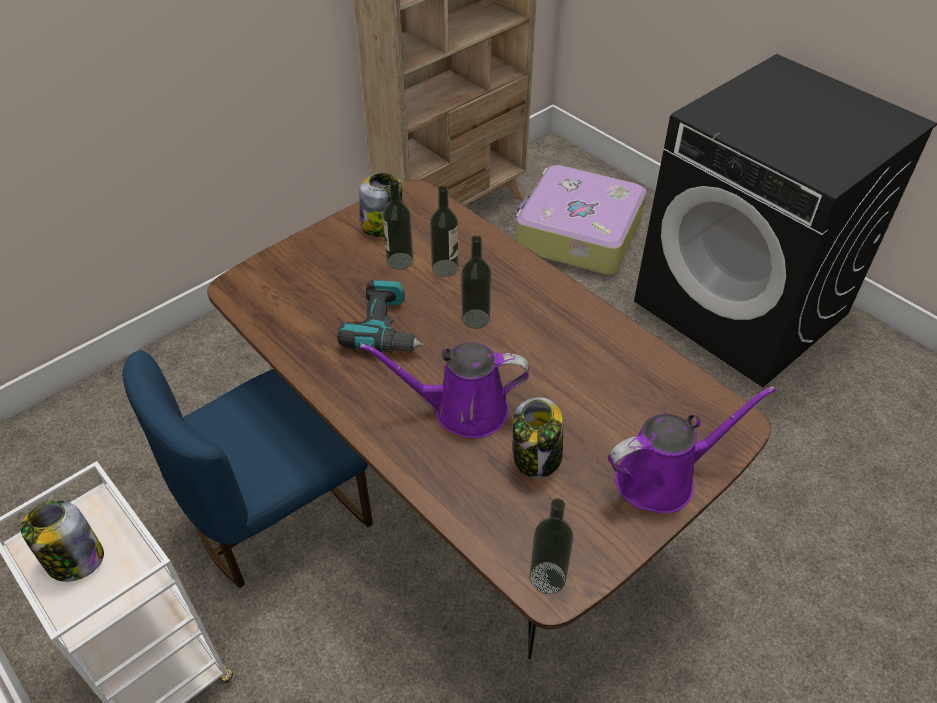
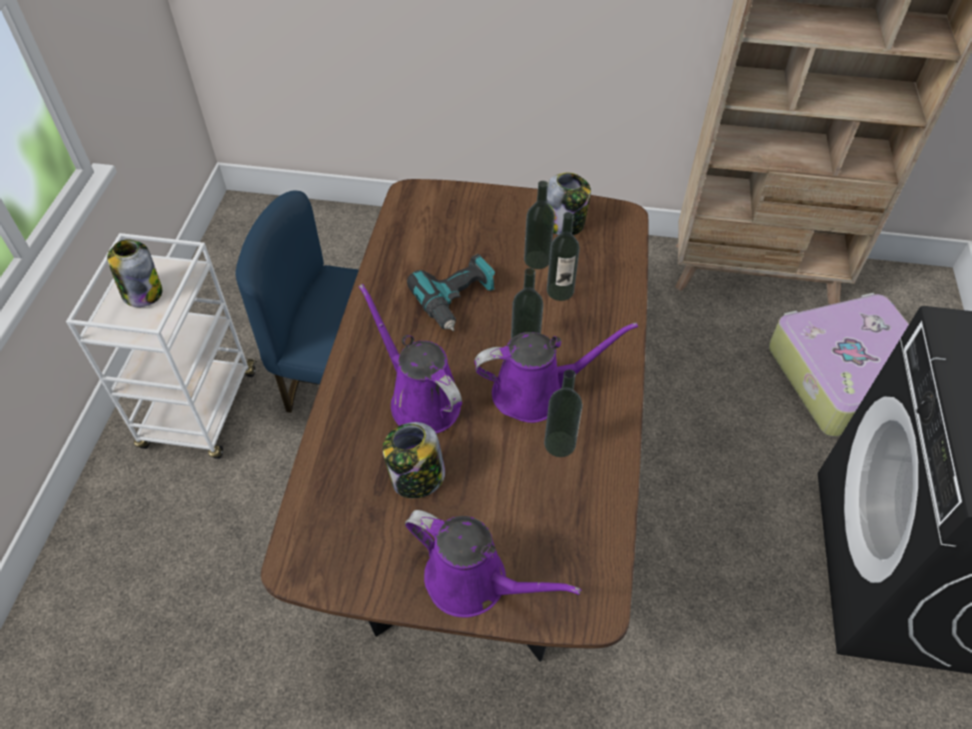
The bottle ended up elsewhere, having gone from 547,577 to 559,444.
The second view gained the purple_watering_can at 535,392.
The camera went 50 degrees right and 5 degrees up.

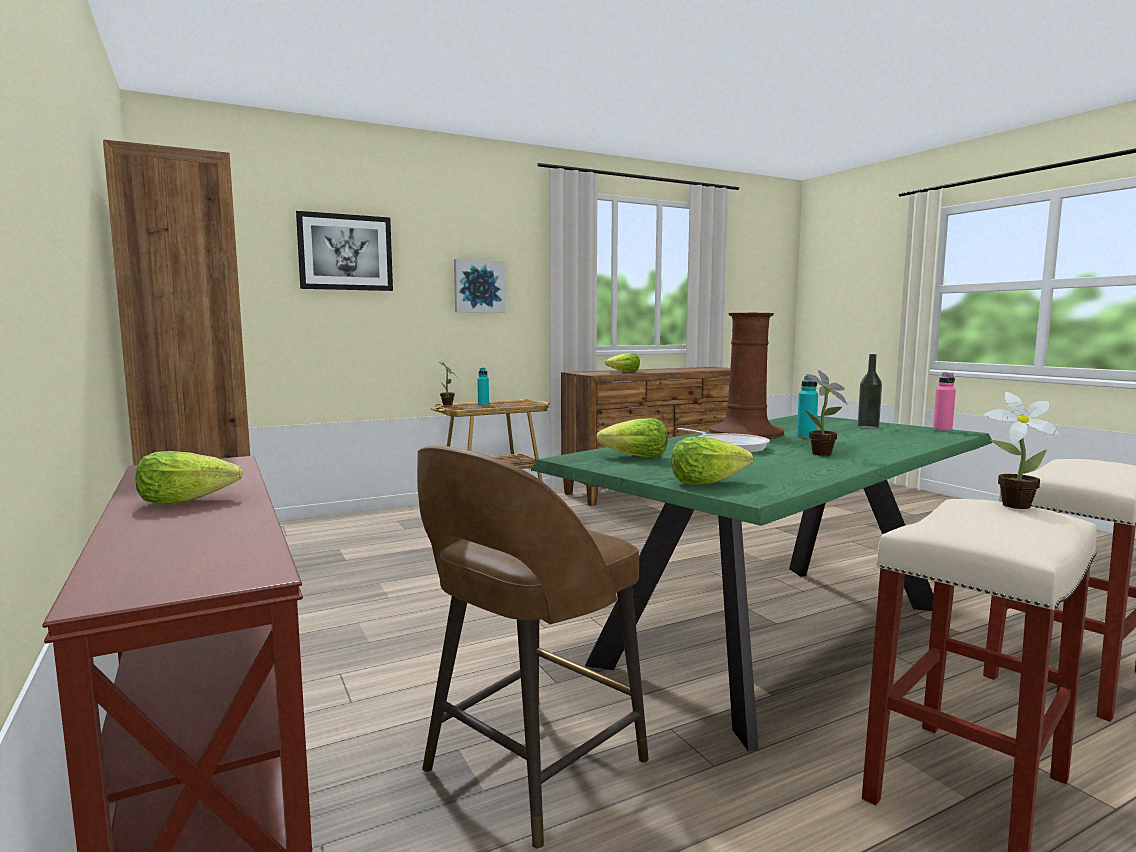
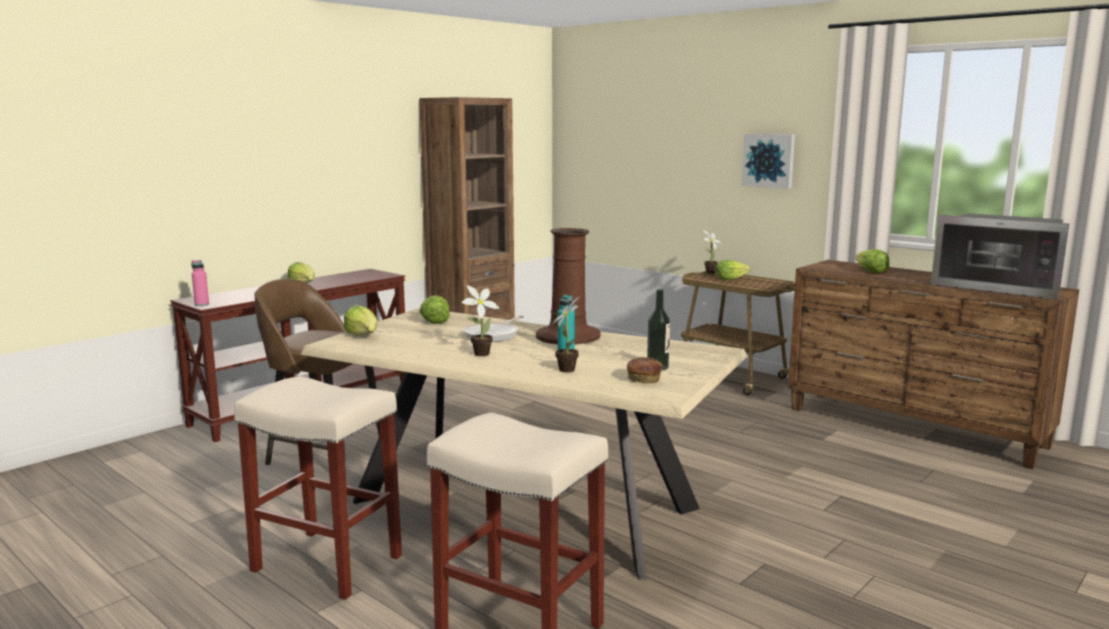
The second view lost the picture at 345,252.
Where the turquoise_bottle stood at 483,405, the lettuce came to stand at 730,279.
What was the green_dining_table at 778,635 turned into the beige_dining_table at 524,505.
The pink_bottle ended up elsewhere, having gone from 942,430 to 202,304.
The potted_plant ended up elsewhere, having gone from 1010,505 to 567,369.
The second view gained the bread at 643,379.
The second view gained the microwave at 998,287.
The camera went 70 degrees right and 5 degrees up.

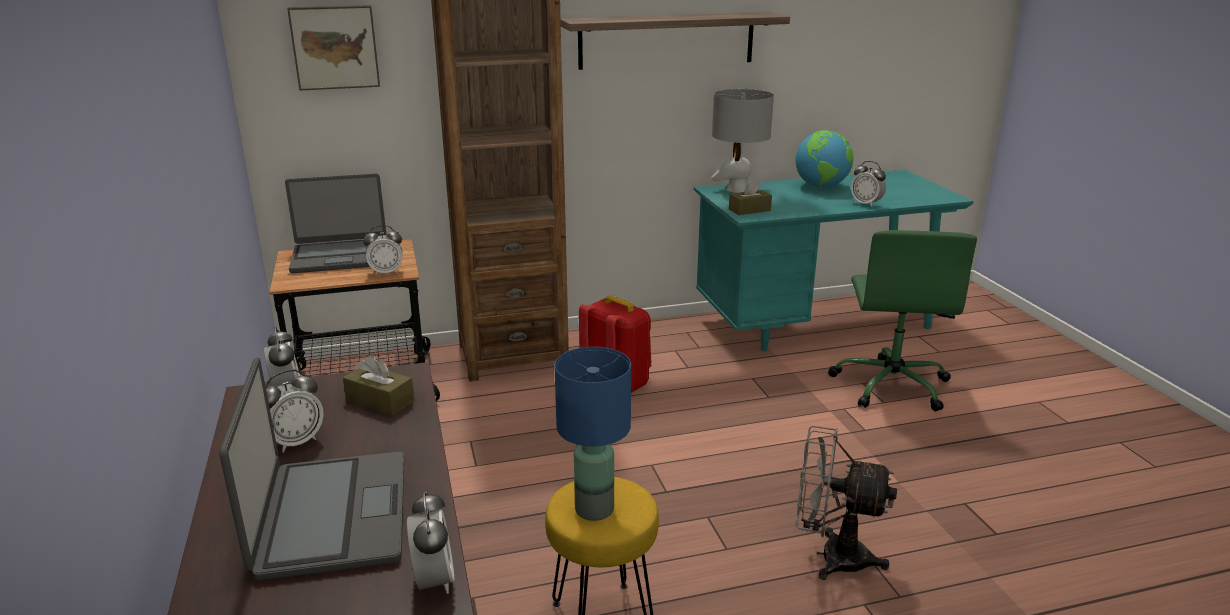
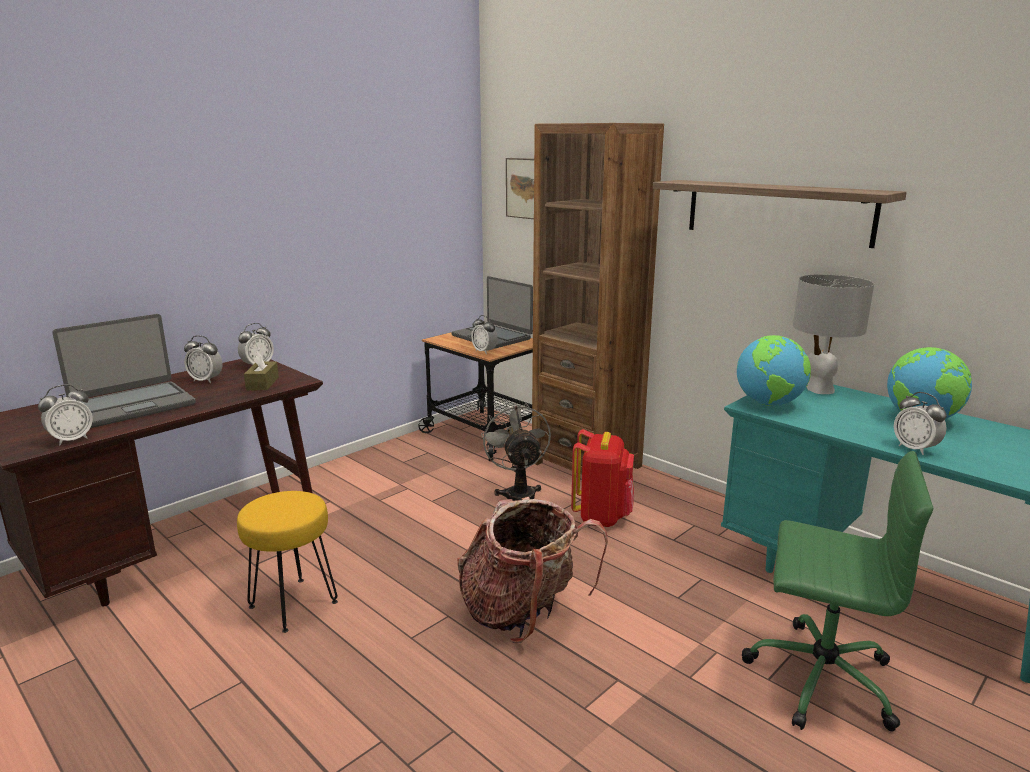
The second view lost the blue_table_lamp at 595,509.
Where the brown_tissue_box stood at 749,210, the globe came to stand at 769,404.
The grey_fan ended up elsewhere, having gone from 831,556 to 518,494.
The green_office_chair at 891,385 ended up facing another way, 135 degrees counterclockwise from before.
The alarm_clock at 866,204 ended up facing another way, 45 degrees counterclockwise from before.
The second view gained the backpack at 523,613.
The camera went 60 degrees right and 5 degrees down.

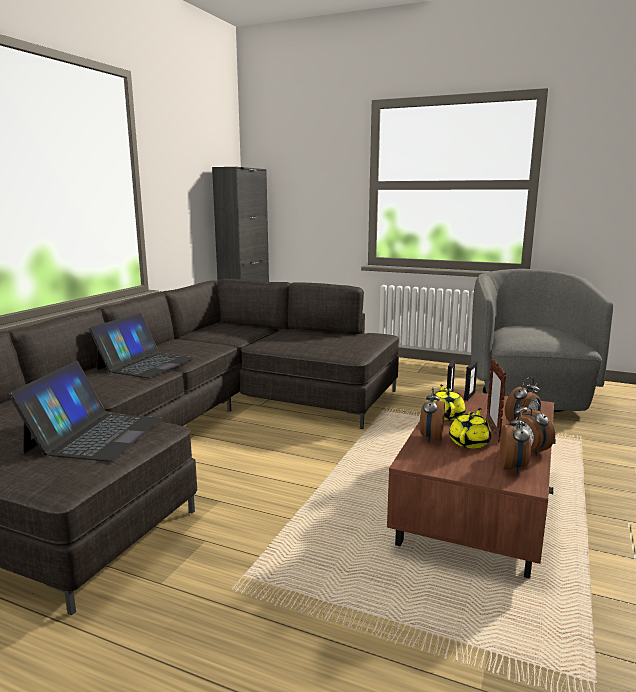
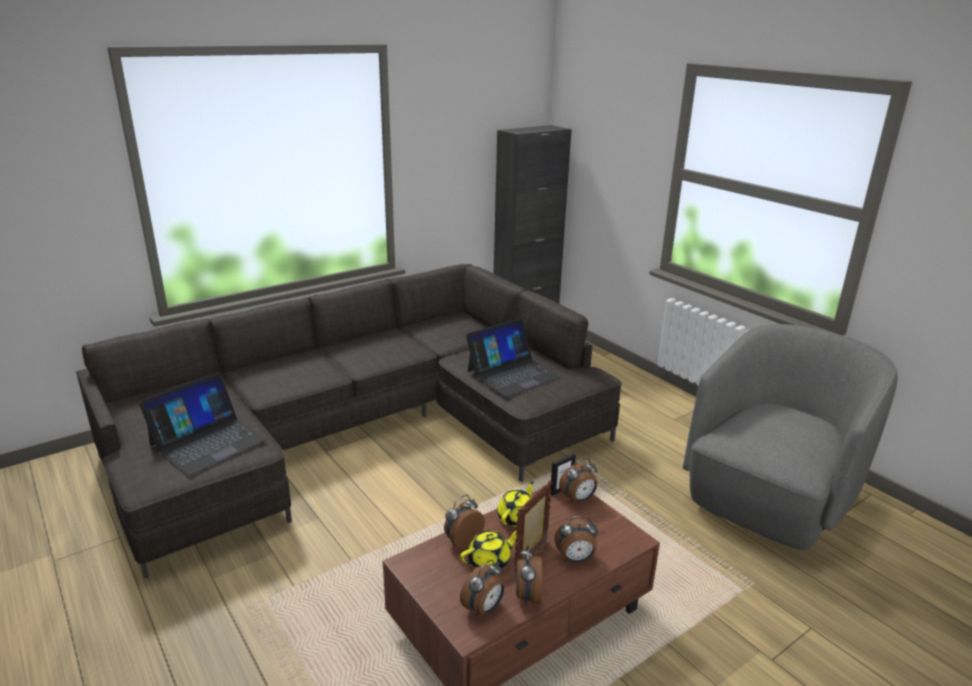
The laptop ended up elsewhere, having gone from 146,364 to 512,374.
Where the picture_frame stood at 469,396, the alarm_clock came to stand at 578,499.
The camera went 30 degrees right and 10 degrees up.

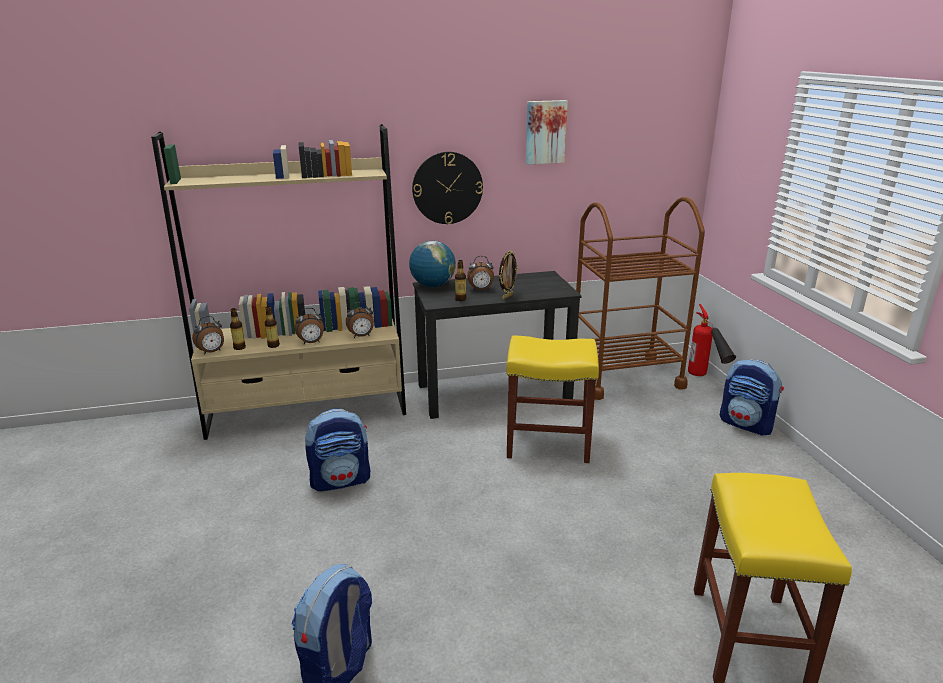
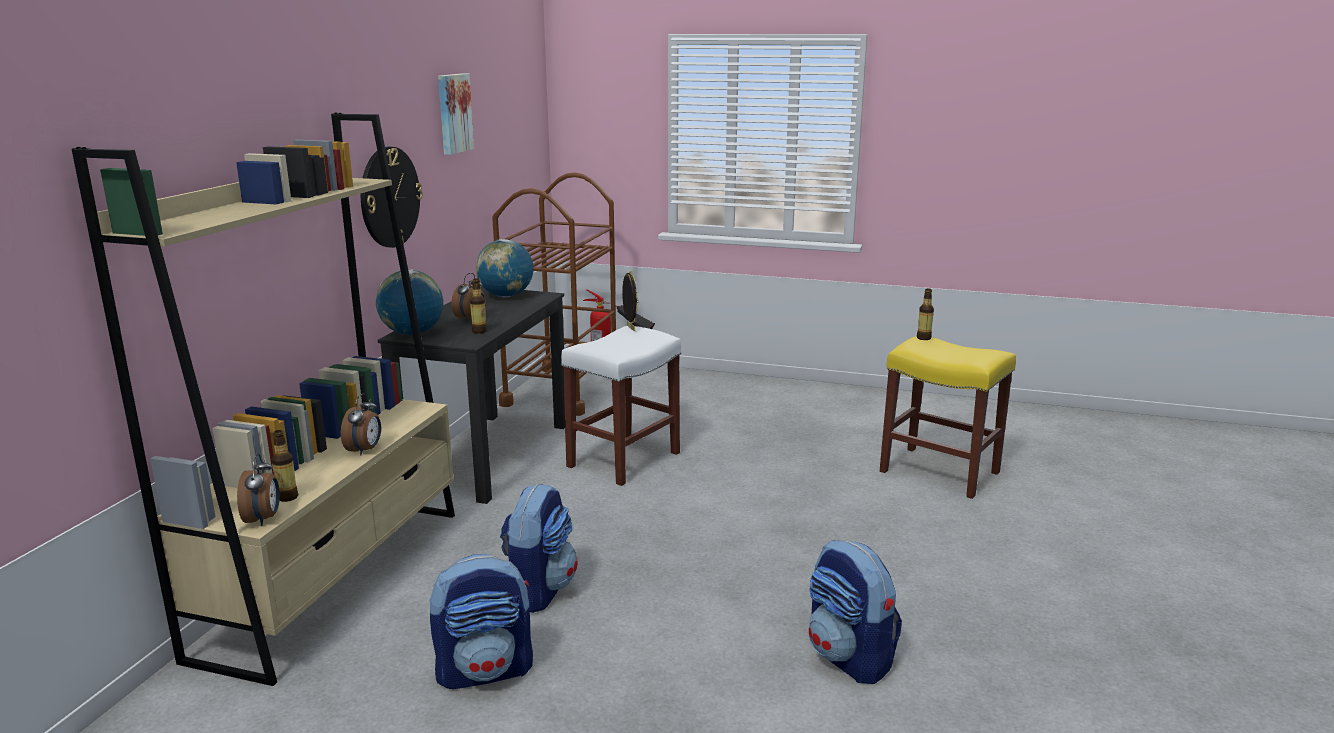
The bottle ended up elsewhere, having gone from 273,345 to 923,338.
The second view lost the alarm_clock at 361,336.
The picture_frame ended up elsewhere, having gone from 507,296 to 630,328.
What was the yellow_stool at 546,444 turned into the white_stool at 623,460.
The backpack ended up elsewhere, having gone from 746,424 to 485,671.
The second view gained the globe at 506,296.
The camera went 60 degrees left and 5 degrees down.

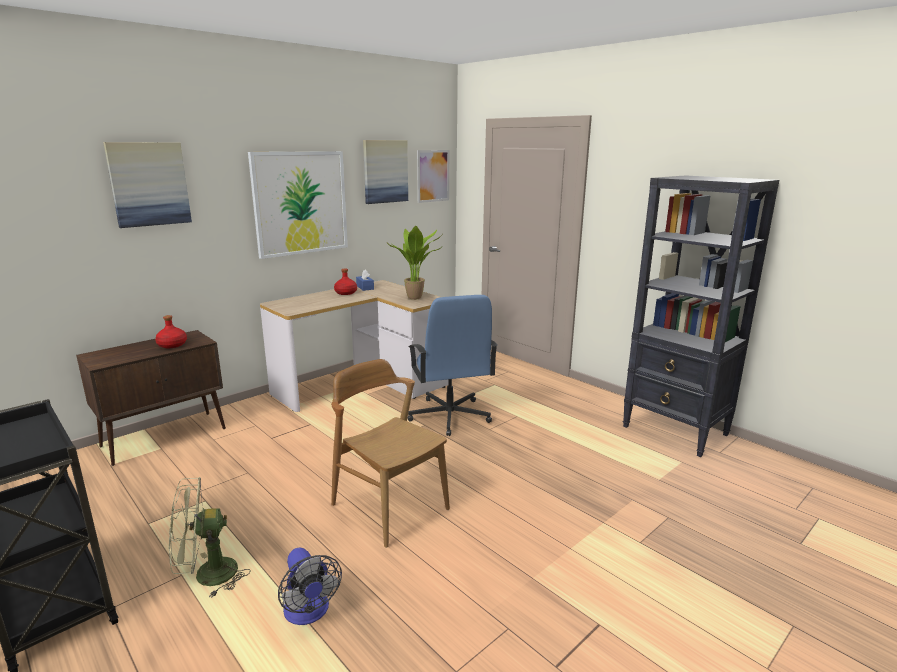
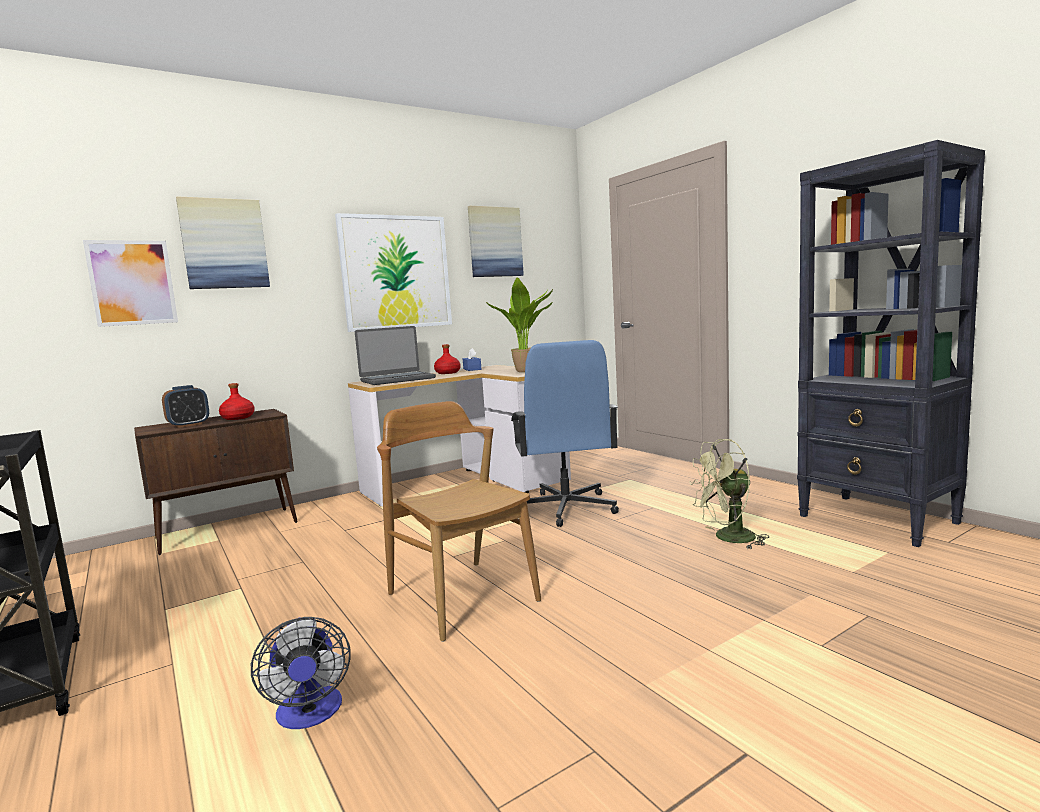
The green_fan ended up elsewhere, having gone from 206,576 to 727,538.
The picture ended up elsewhere, having gone from 433,176 to 132,283.
The second view gained the alarm_clock at 188,425.
The second view gained the laptop at 397,379.
The camera went 10 degrees right and 10 degrees down.

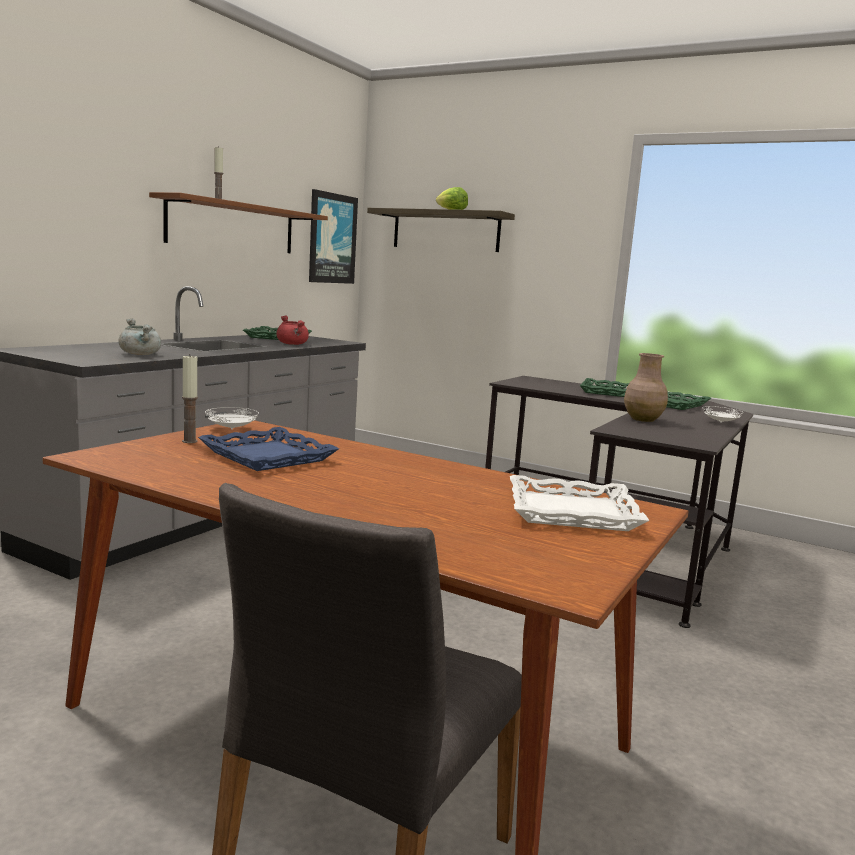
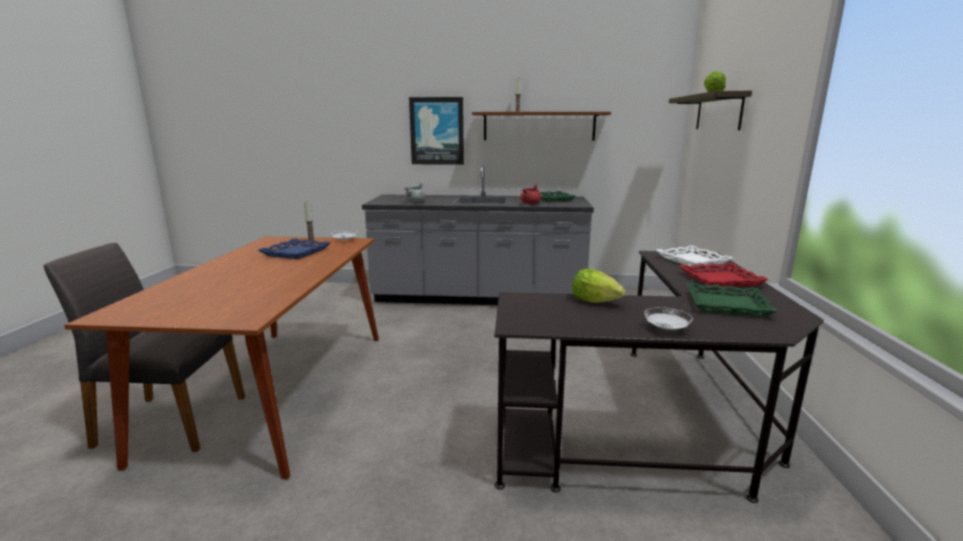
The picture ended up elsewhere, having gone from 332,238 to 437,131.
The white_tray ended up elsewhere, having gone from 572,512 to 692,260.
What was the green_tray at 608,392 turned into the red_tray at 720,280.
Where the brown_vase stood at 642,419, the lettuce came to stand at 594,301.
The camera went 65 degrees right and 5 degrees up.

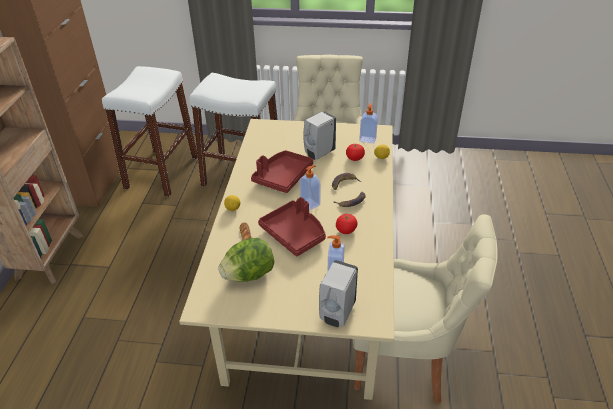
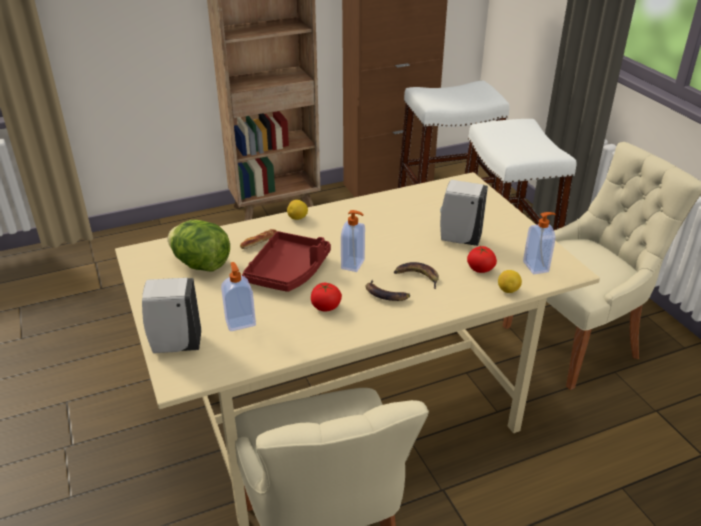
The second view lost the red_tray at 282,177.
The camera went 60 degrees right and 5 degrees down.

